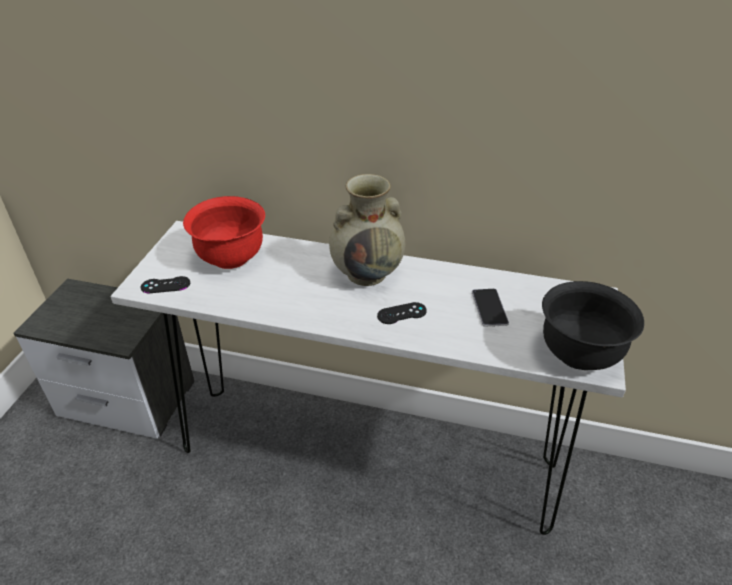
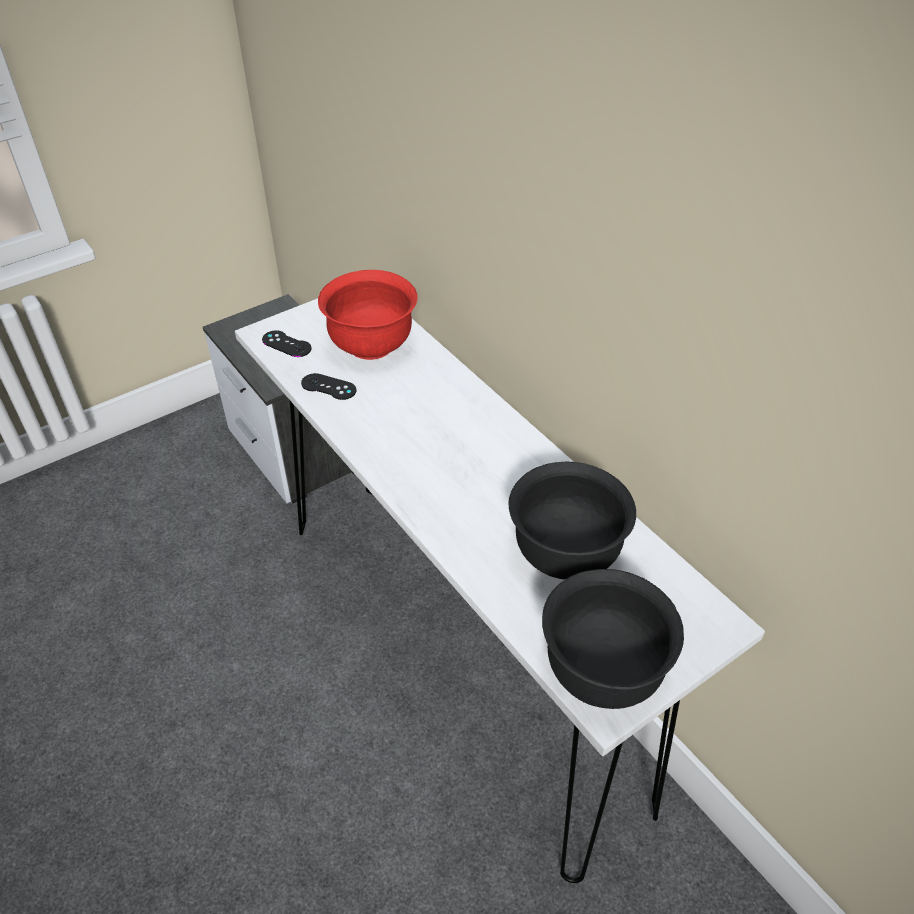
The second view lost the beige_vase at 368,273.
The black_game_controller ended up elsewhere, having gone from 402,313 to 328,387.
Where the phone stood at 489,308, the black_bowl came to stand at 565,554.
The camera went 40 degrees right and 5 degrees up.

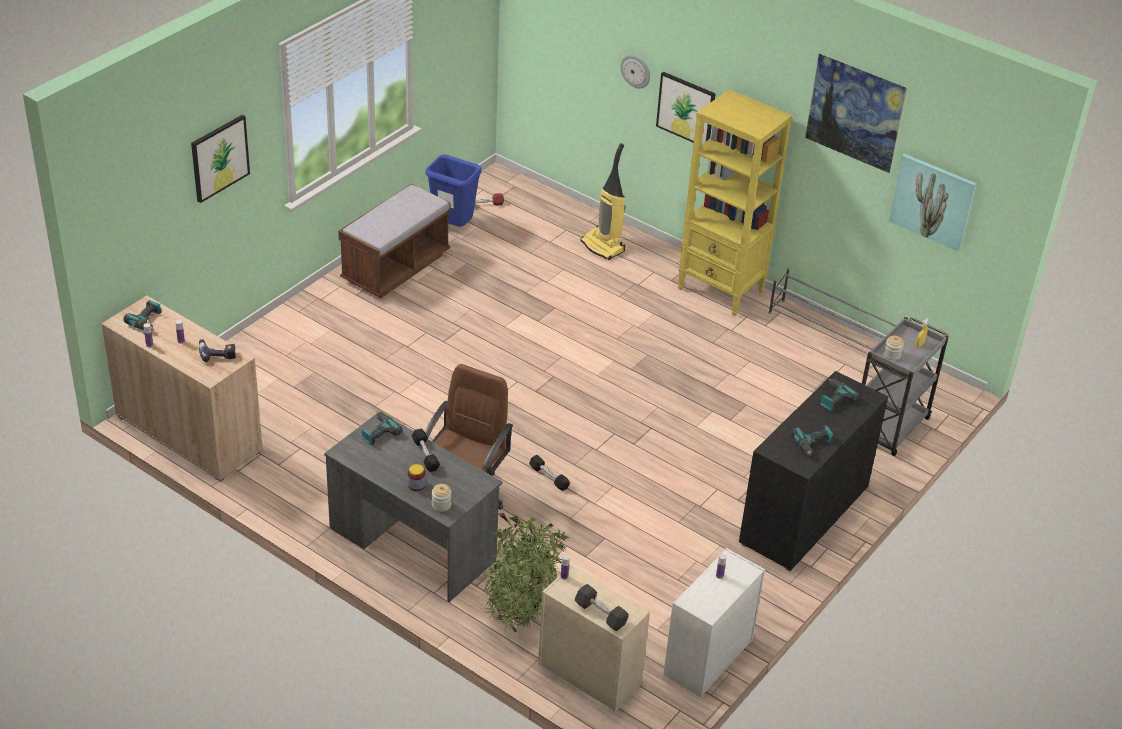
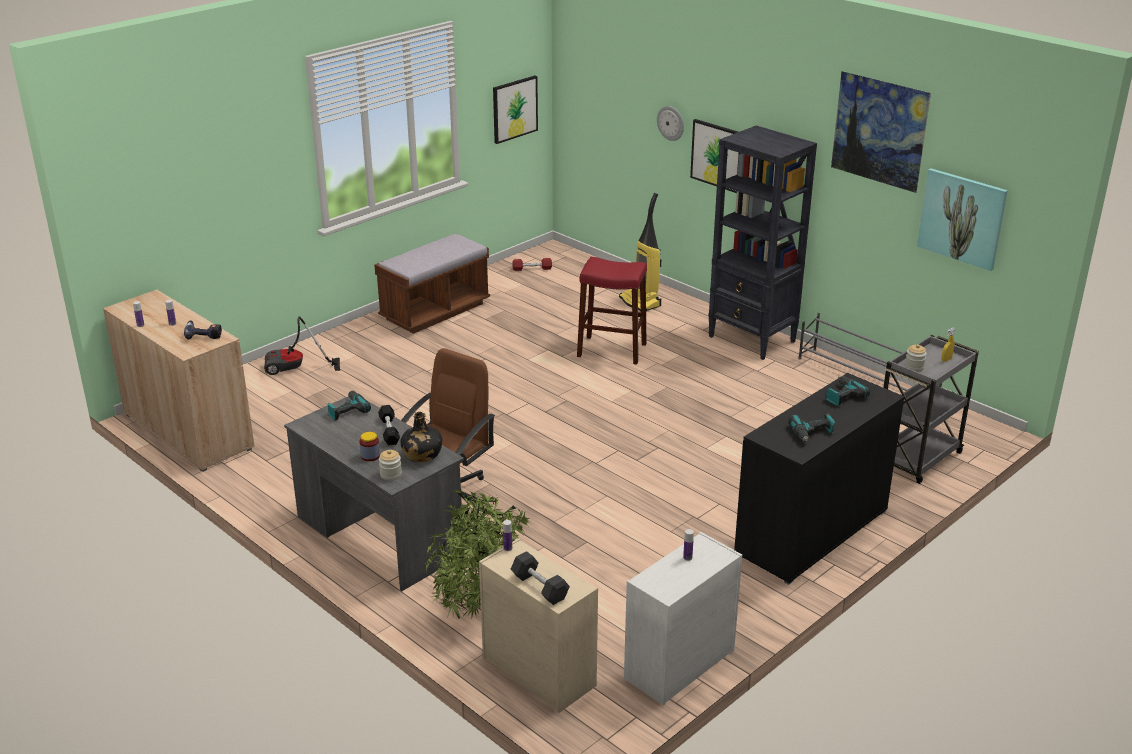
The second view lost the power_drill at 147,321.
The picture ended up elsewhere, having gone from 219,158 to 514,109.
The second view lost the blue_trash_can at 453,227.
The second view lost the black_dumbbell at 549,477.
What was the yellow_bookcase at 721,291 turned into the black_bookcase at 752,339.
The second view gained the vacuum_cleaner at 295,369.
The second view gained the black_bottle at 421,455.
The second view gained the red_stool at 612,350.
The camera went 10 degrees right and 10 degrees down.

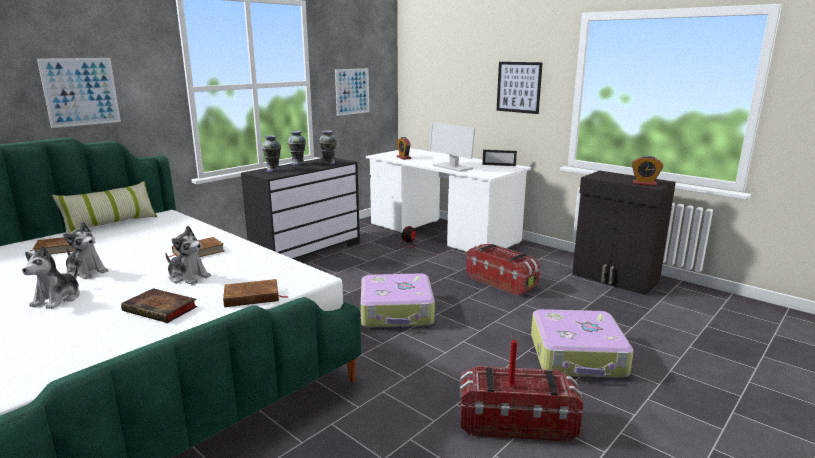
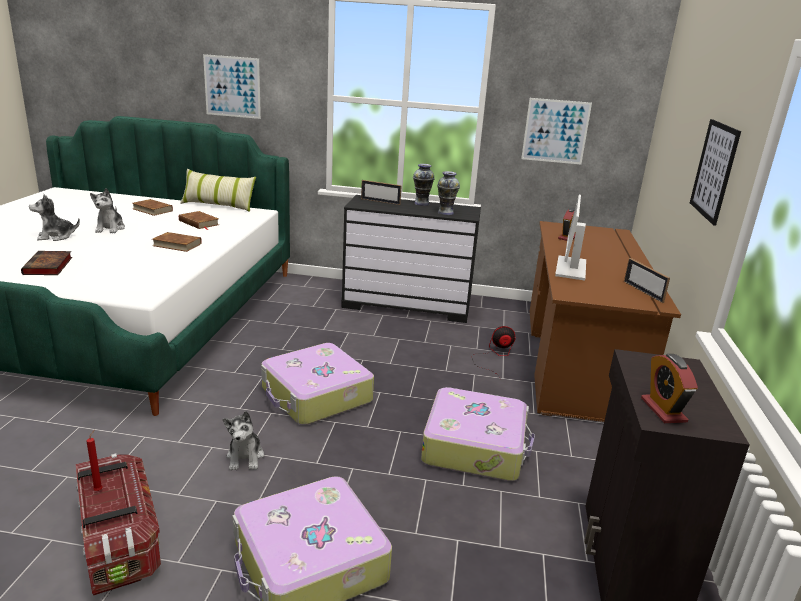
The plush_toy ended up elsewhere, having gone from 188,277 to 245,457.
The brown_book ended up elsewhere, having gone from 252,297 to 199,223.
Where the vase stood at 273,170, the picture_frame came to stand at 380,201.
What was the white_desk at 443,233 turned into the brown_desk at 578,361.
Where the storage_box stood at 502,282, the suitcase came to stand at 475,446.
The camera went 55 degrees right and 5 degrees up.

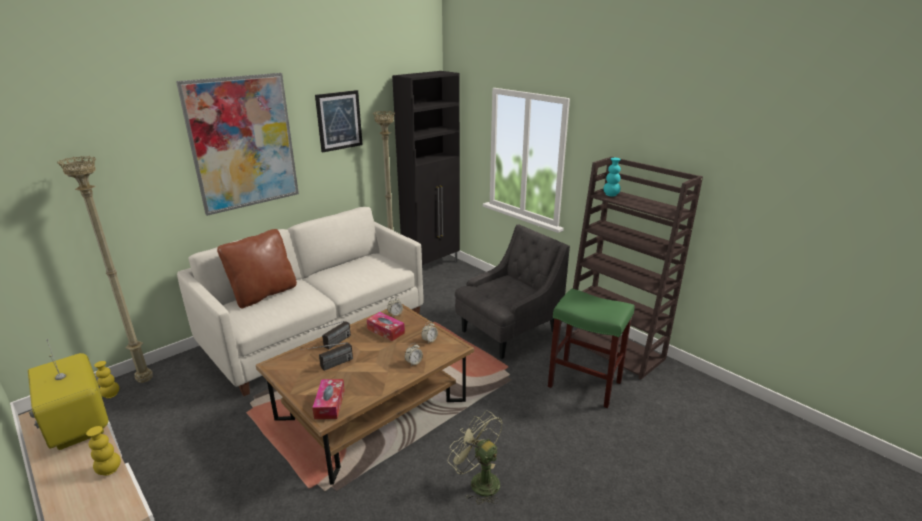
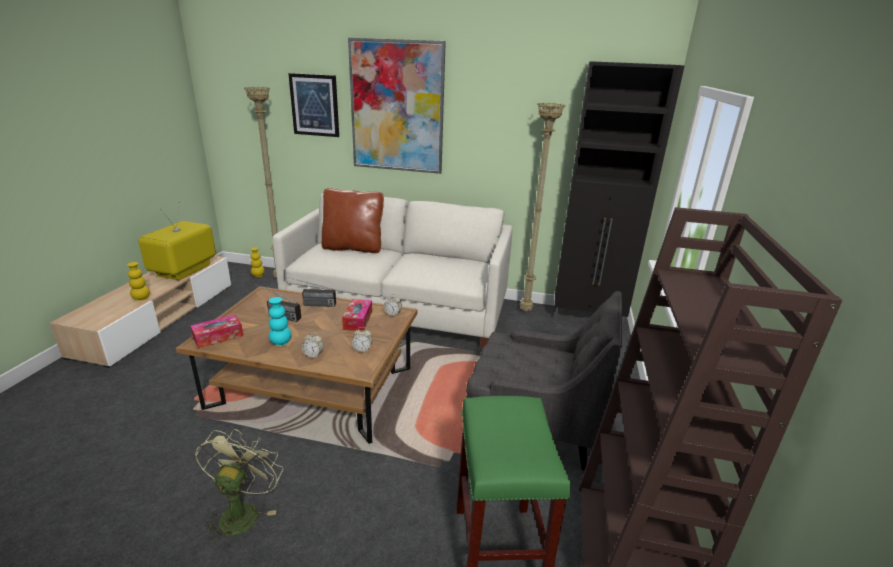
The picture ended up elsewhere, having gone from 339,120 to 315,105.
The turquoise_vase ended up elsewhere, having gone from 611,195 to 281,342.
The camera went 55 degrees right and 0 degrees up.

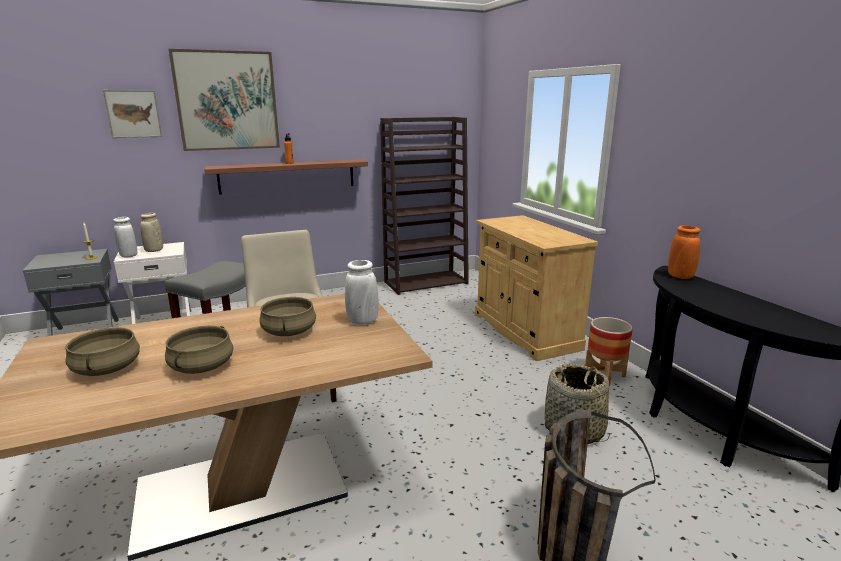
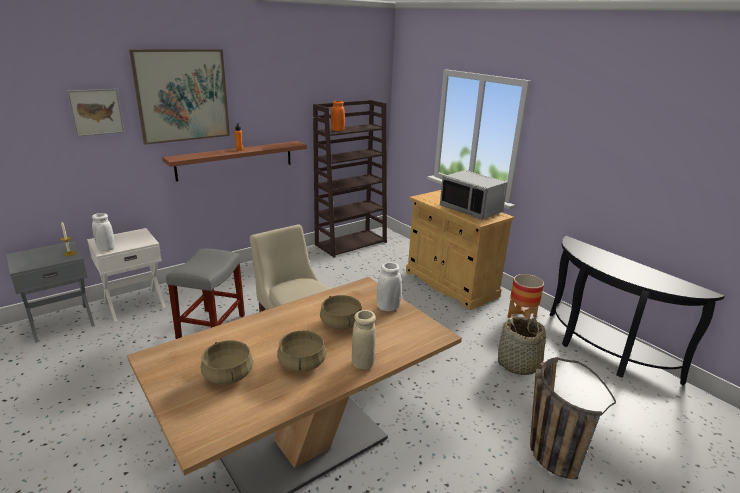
The beige_vase ended up elsewhere, having gone from 154,250 to 363,363.
The orange_vase ended up elsewhere, having gone from 680,277 to 337,130.
The second view gained the grey_microwave at 471,210.
The camera went 15 degrees left and 5 degrees up.

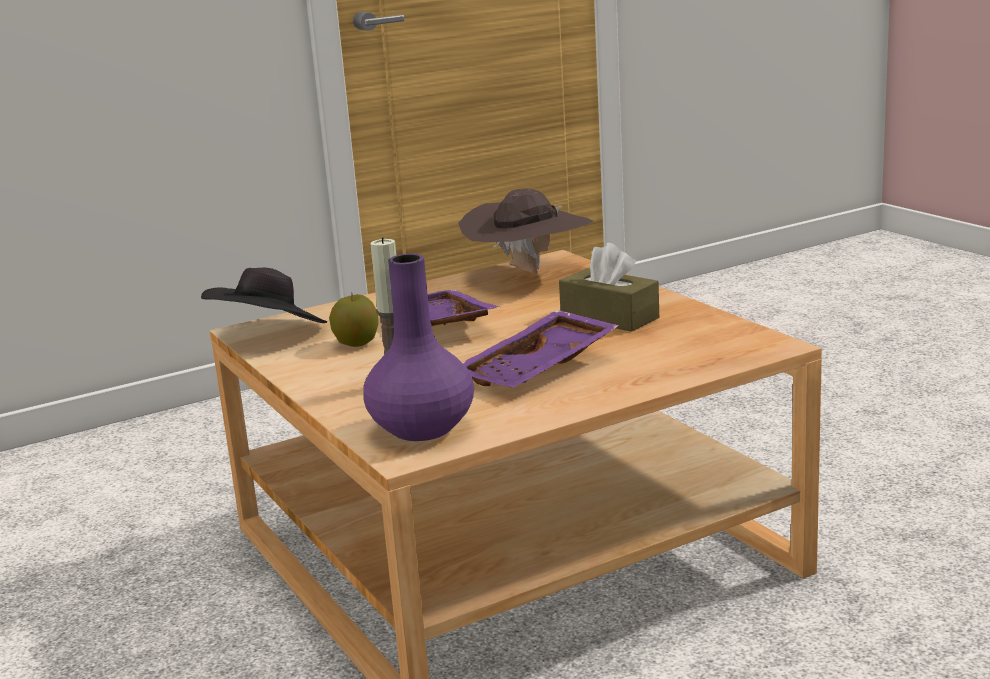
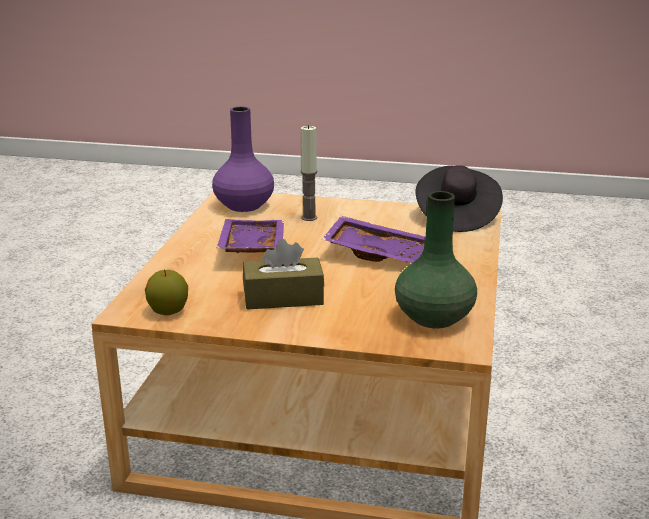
The apple ended up elsewhere, having gone from 356,343 to 168,311.
Where the brown_hat stood at 528,275, the green_vase came to stand at 434,317.
The camera went 130 degrees right and 5 degrees up.

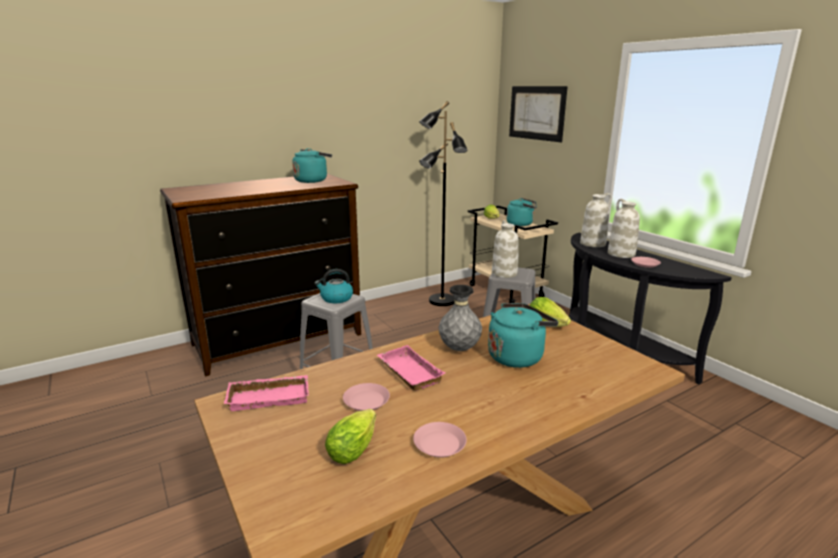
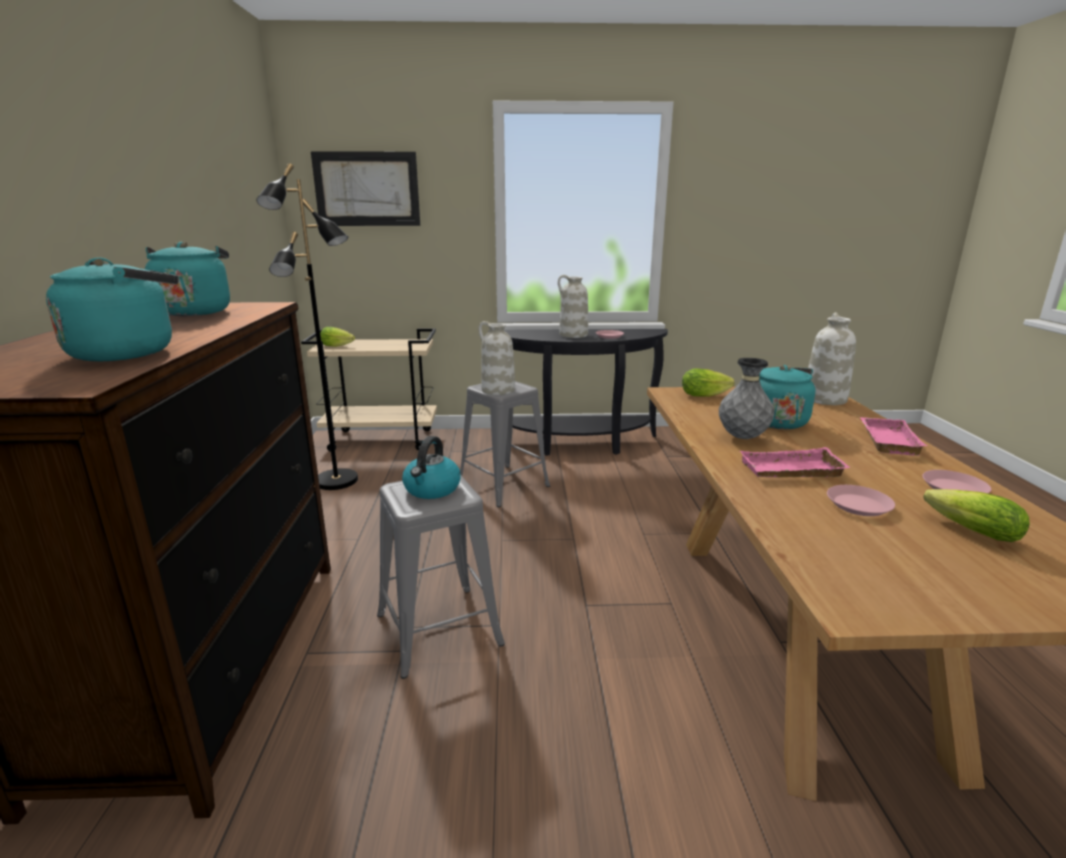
The pink_tray ended up elsewhere, having gone from 270,396 to 886,440.
The turquoise_kettle ended up elsewhere, having gone from 521,224 to 129,352.
The white_vase ended up elsewhere, having gone from 593,243 to 824,399.
The camera went 60 degrees left and 0 degrees up.

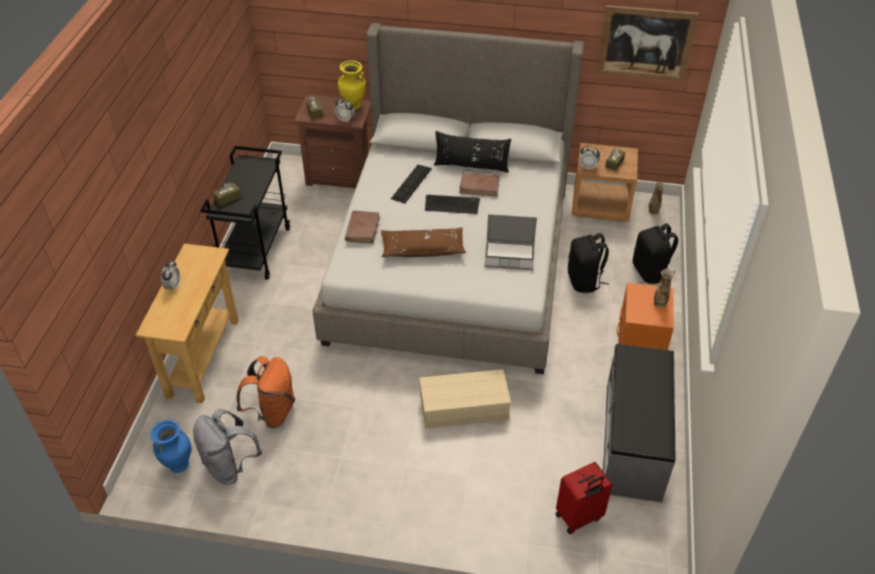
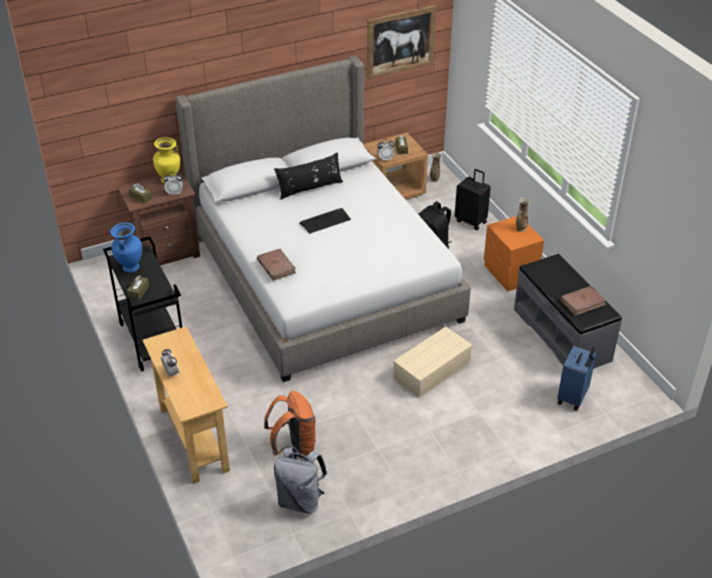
The blue_vase ended up elsewhere, having gone from 178,465 to 130,268.
The second view lost the brown_pillow at 423,249.
The second view lost the keyboard at 411,183.
The brown_book ended up elsewhere, having gone from 479,186 to 583,302.
The second view lost the laptop at 510,256.
What was the red_suitcase at 579,517 turned into the blue_suitcase at 573,398.
Where the black_backpack stood at 650,272, the black_suitcase came to stand at 471,221.
The camera went 35 degrees left and 5 degrees down.

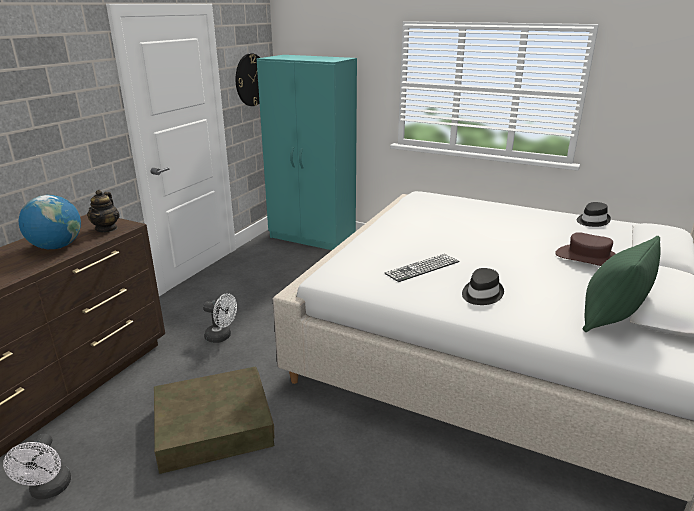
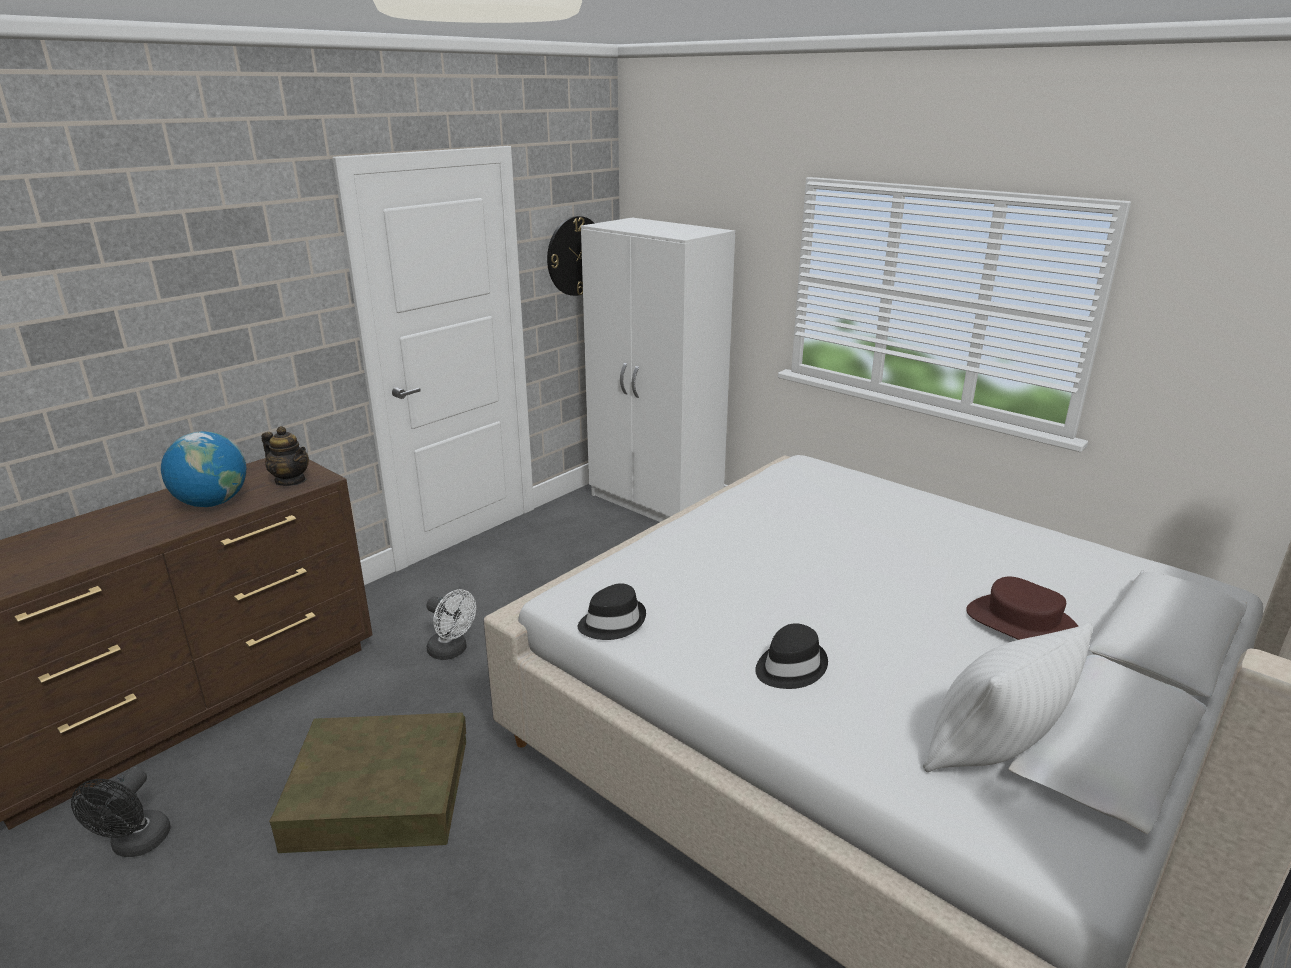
What was the white_fan at 49,490 turned into the black_fan at 136,845.
The teapot at 106,228 ended up facing another way, 75 degrees counterclockwise from before.
What was the turquoise_wardrobe at 312,237 turned into the white_wardrobe at 655,503.
The second view lost the keyboard at 422,267.
The black_hat ended up elsewhere, having gone from 592,221 to 612,622.
What was the green_pillow at 611,318 turned into the white_pillow at 991,752.
The camera went 15 degrees right and 0 degrees up.

